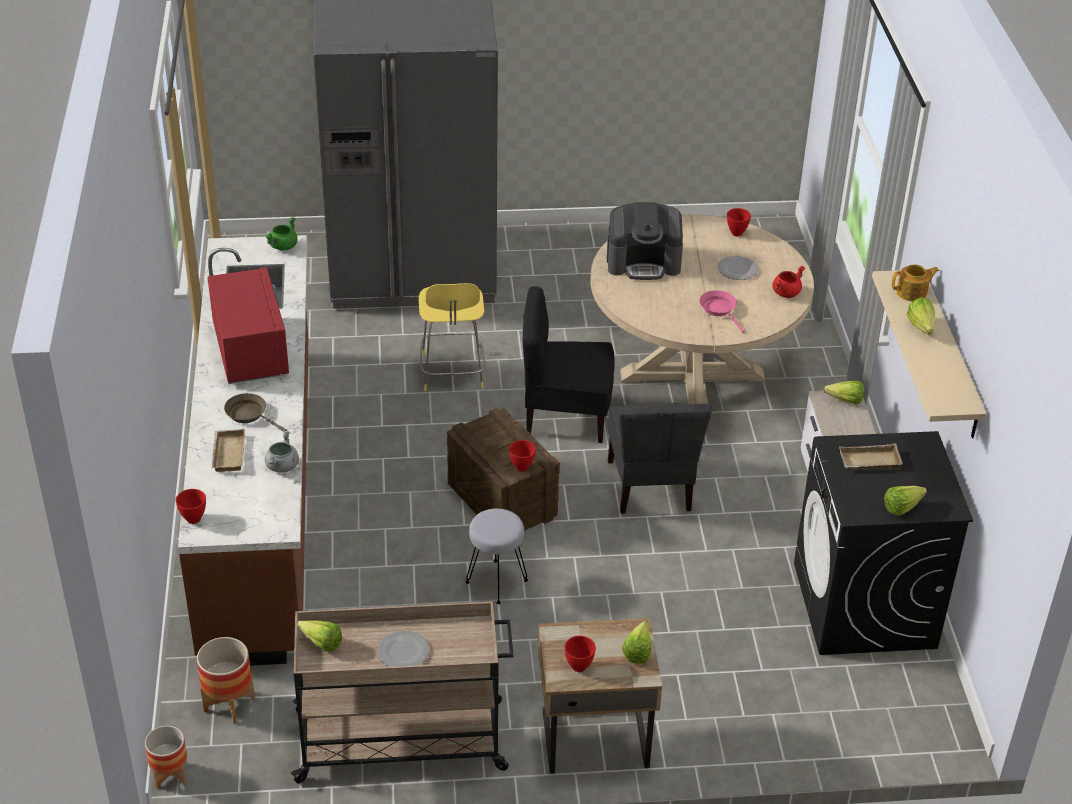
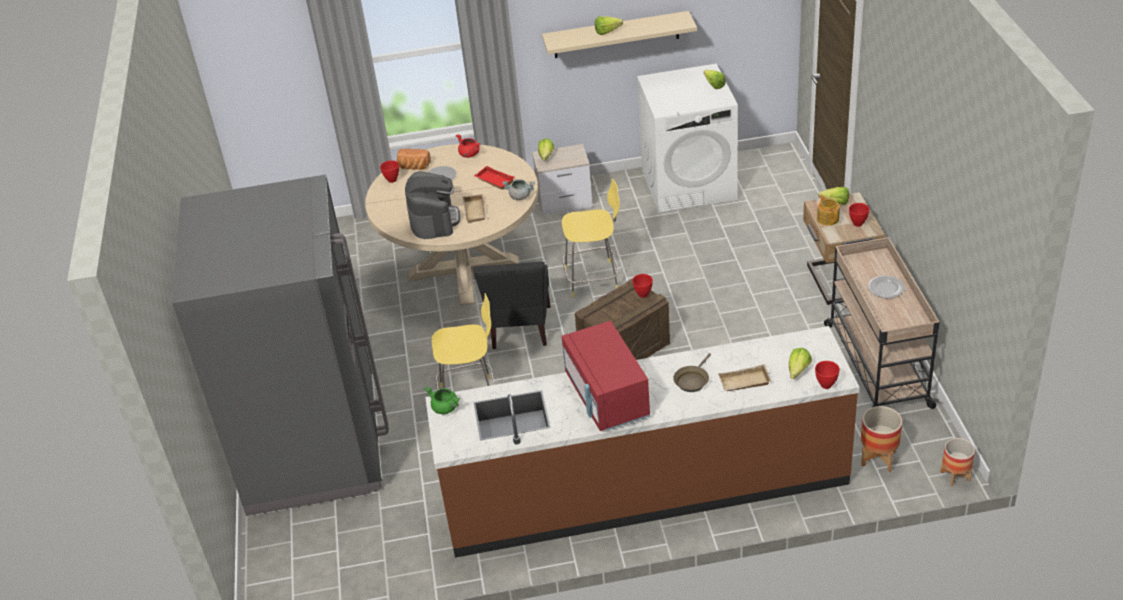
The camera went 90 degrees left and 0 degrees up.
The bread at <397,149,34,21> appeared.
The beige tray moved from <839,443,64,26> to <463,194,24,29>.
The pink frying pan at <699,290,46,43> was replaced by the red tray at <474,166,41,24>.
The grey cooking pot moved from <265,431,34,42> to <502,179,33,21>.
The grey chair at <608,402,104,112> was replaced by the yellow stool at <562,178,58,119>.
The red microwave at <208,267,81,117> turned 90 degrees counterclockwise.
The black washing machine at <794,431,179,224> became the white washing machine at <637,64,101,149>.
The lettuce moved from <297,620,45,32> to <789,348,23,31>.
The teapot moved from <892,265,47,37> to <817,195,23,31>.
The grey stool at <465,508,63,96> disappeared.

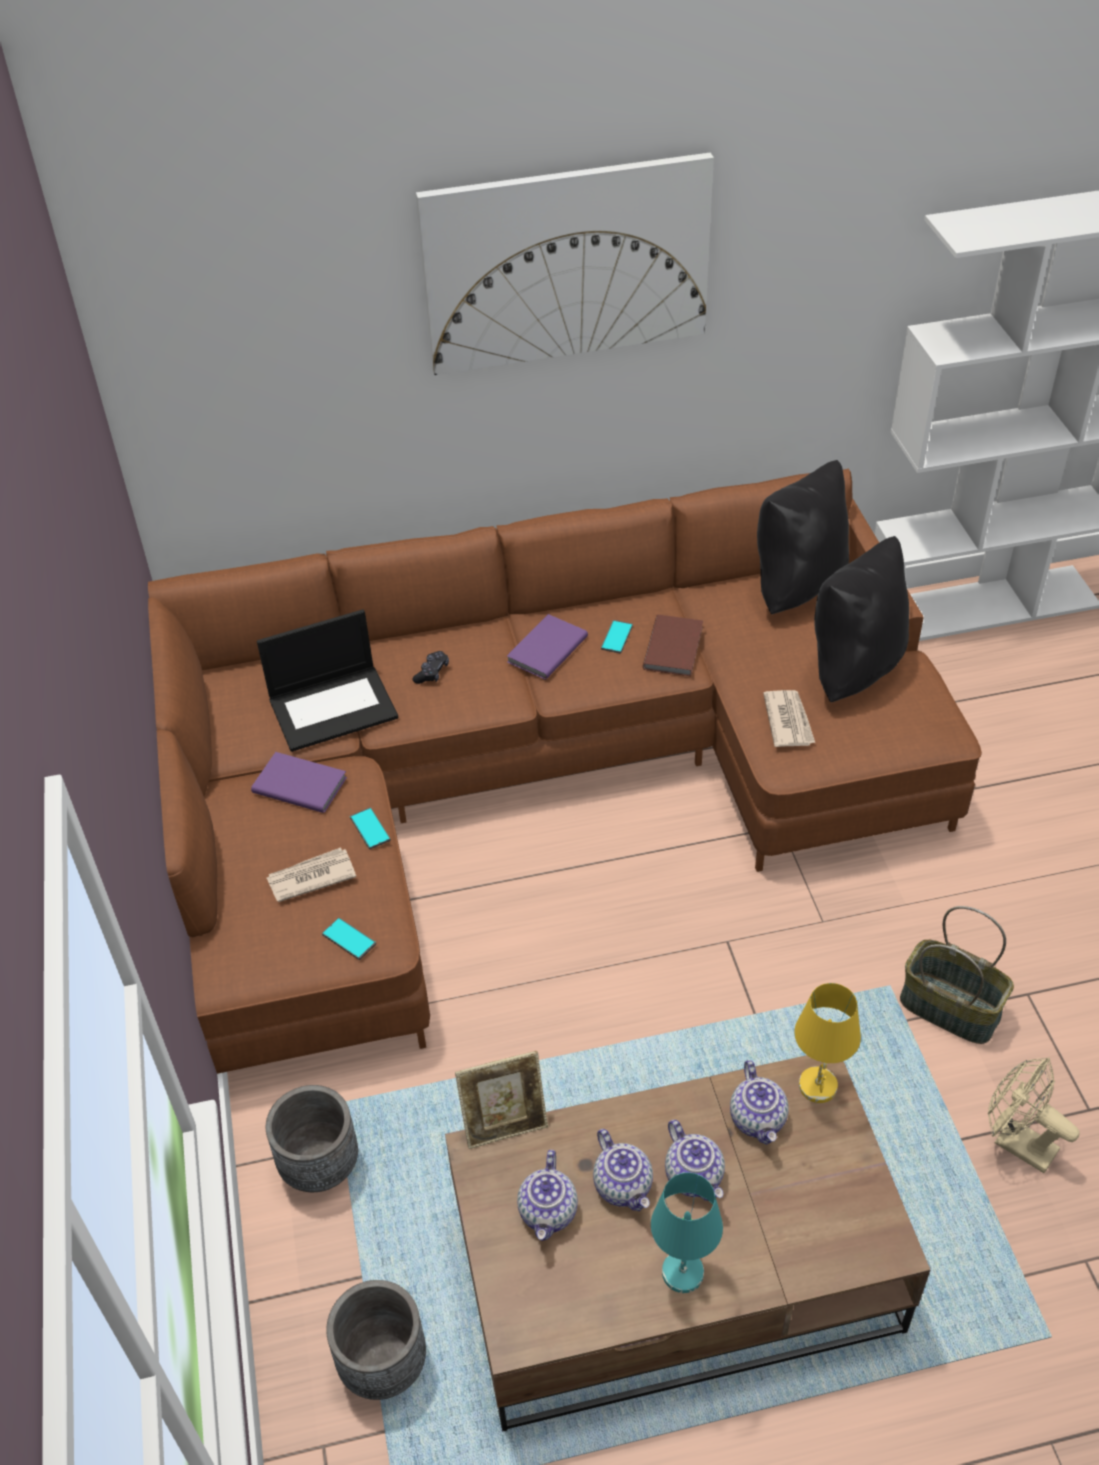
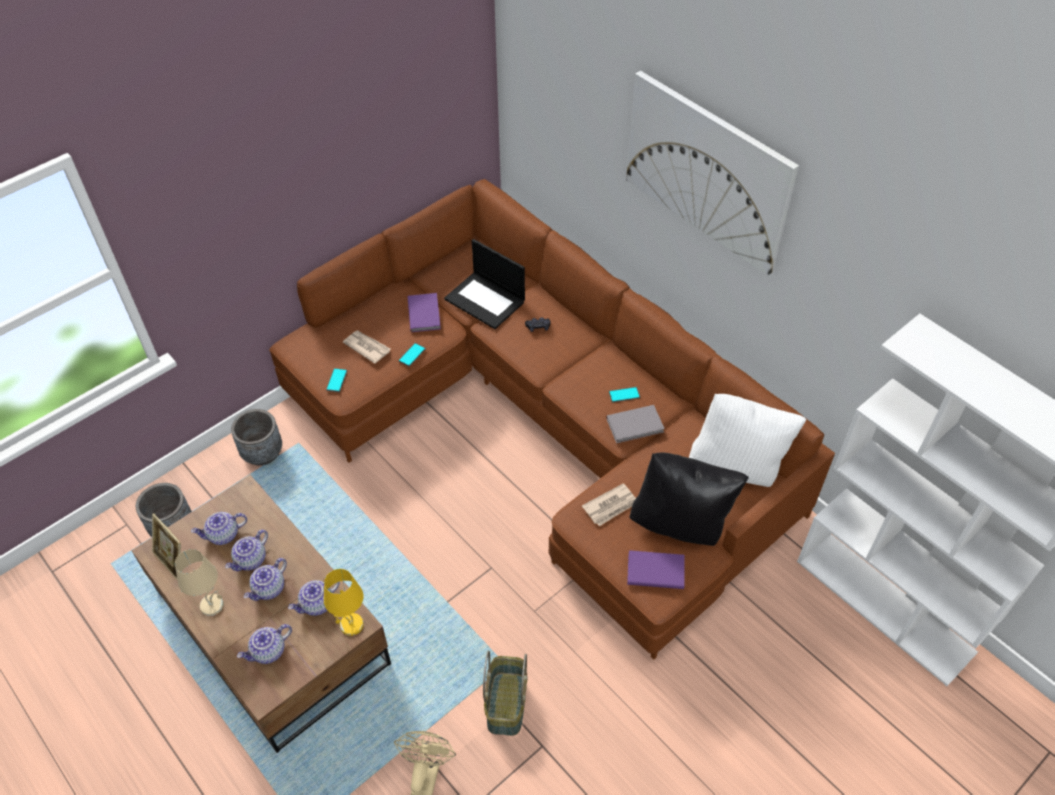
The camera went 60 degrees right and 5 degrees up.
The picture frame moved from <455,1051,93,98> to <152,513,29,66>.
The turquoise table lamp at <651,1172,72,121> became the beige table lamp at <175,549,49,67>.
The teapot at <237,624,55,40> appeared.
The brown book at <643,615,60,61> became the grey book at <606,405,59,38>.
The purple book moved from <507,614,81,66> to <627,550,57,39>.
The black pillow at <757,460,92,154> became the white pillow at <689,394,118,93>.

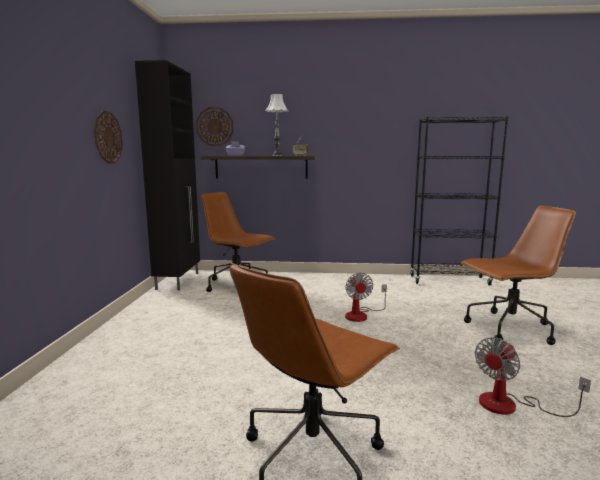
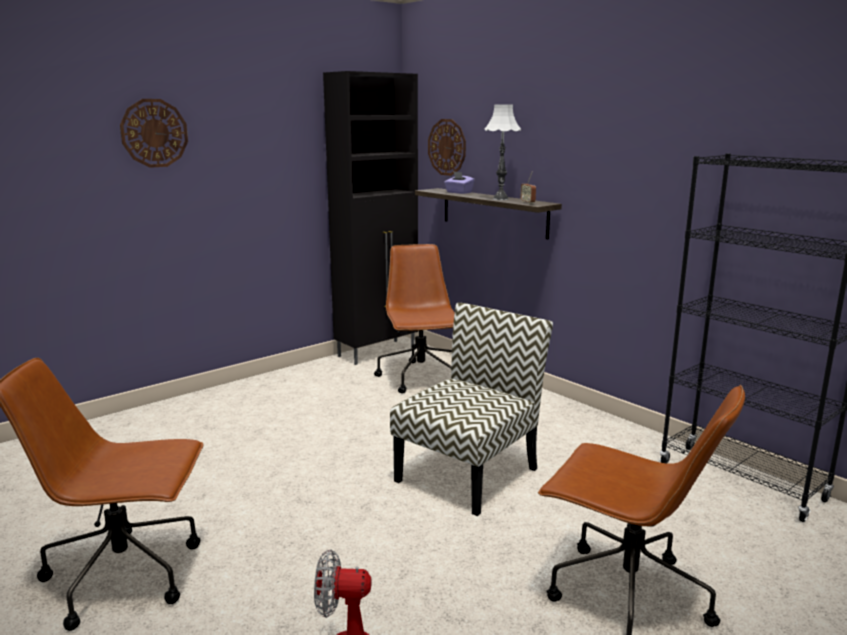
The camera went 45 degrees right and 5 degrees up.
The wall clock moved from <94,111,29,53> to <120,99,68,69>.
The fan at <345,273,42,49> was replaced by the chair at <390,302,163,214>.

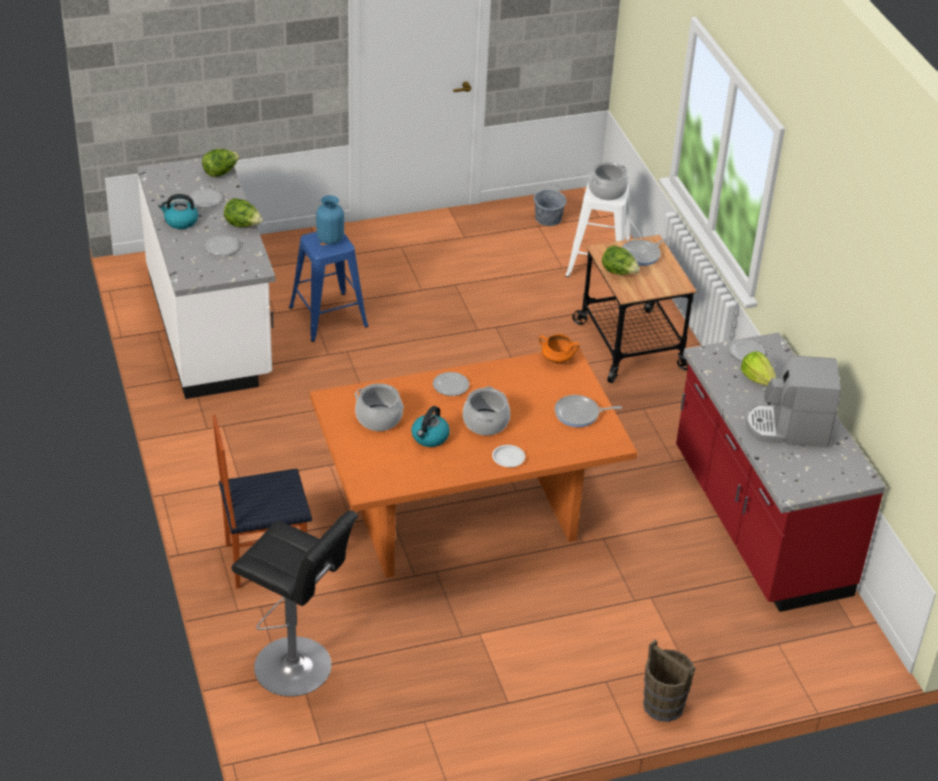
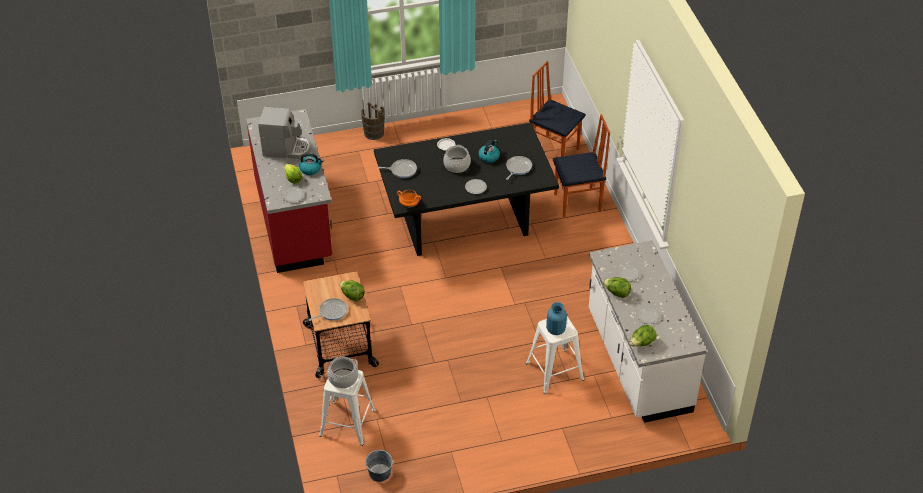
The camera went 175 degrees left and 5 degrees up.
The kettle moved from <158,194,40,35> to <299,153,25,22>.
The orange dining table at <310,348,328,230> became the black dining table at <374,122,185,134>.
The cooking pot at <355,383,49,48> was replaced by the frying pan at <506,156,26,24>.
The blue stool at <289,231,79,111> became the white stool at <526,316,58,78>.
The black stool at <231,510,127,187> was replaced by the chair at <529,61,57,96>.

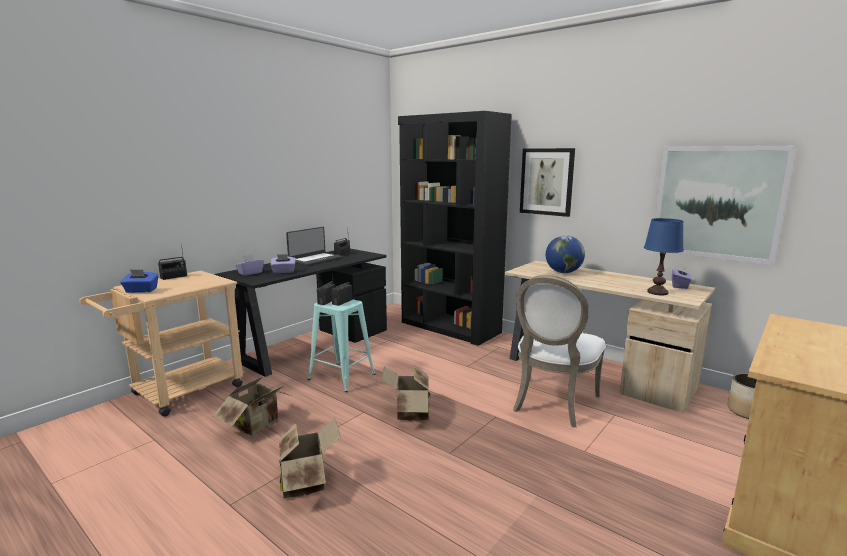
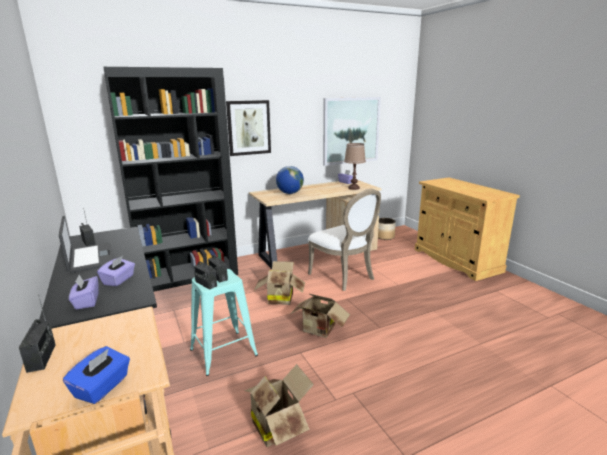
The camera went 65 degrees left and 5 degrees up.
The cardboard box moved from <279,418,62,80> to <254,261,51,44>.
The blue table lamp at <644,218,40,77> became the brown table lamp at <344,143,22,47>.

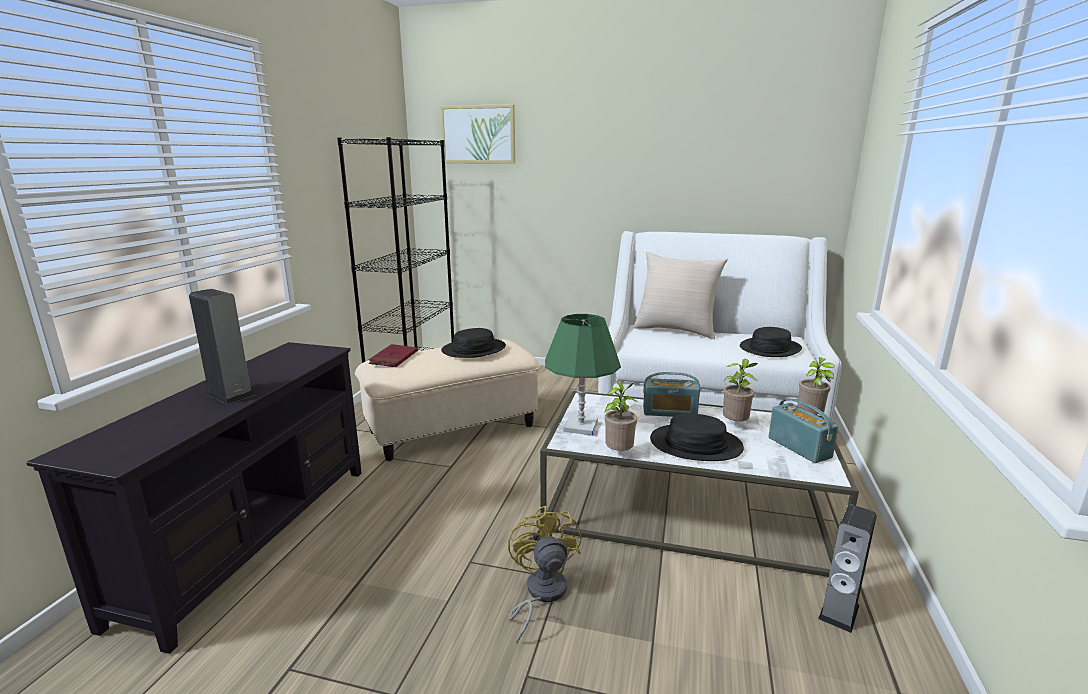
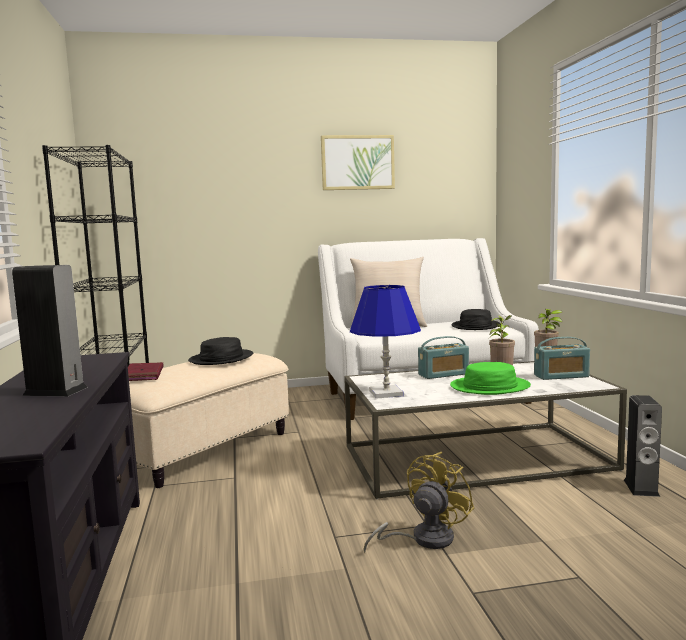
The camera went 25 degrees left and 10 degrees down.
The picture moved from <440,104,75,60> to <321,135,74,55>.
The green table lamp at <545,314,76,121> became the blue table lamp at <350,285,71,114>.
The yellow fan at <508,505,74,138> turned 75 degrees clockwise.
The black hat at <650,414,94,47> became the green hat at <450,362,81,33>.
The radio at <769,399,69,64> turned 135 degrees clockwise.
The potted plant at <604,380,34,71> disappeared.

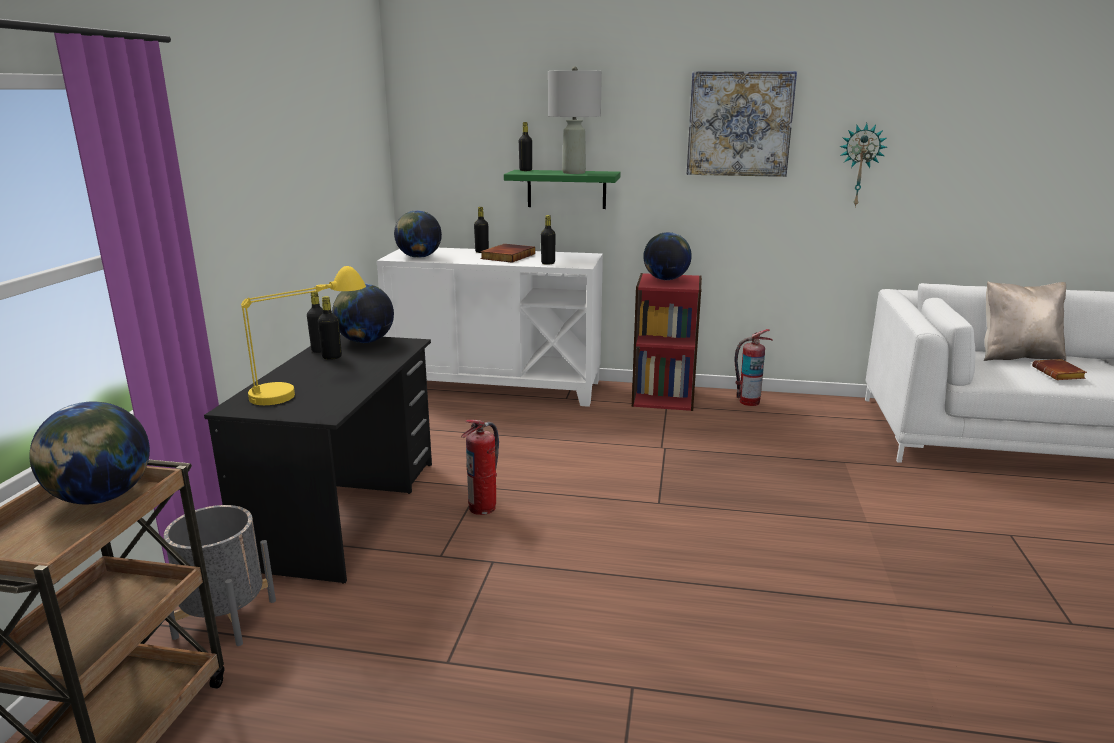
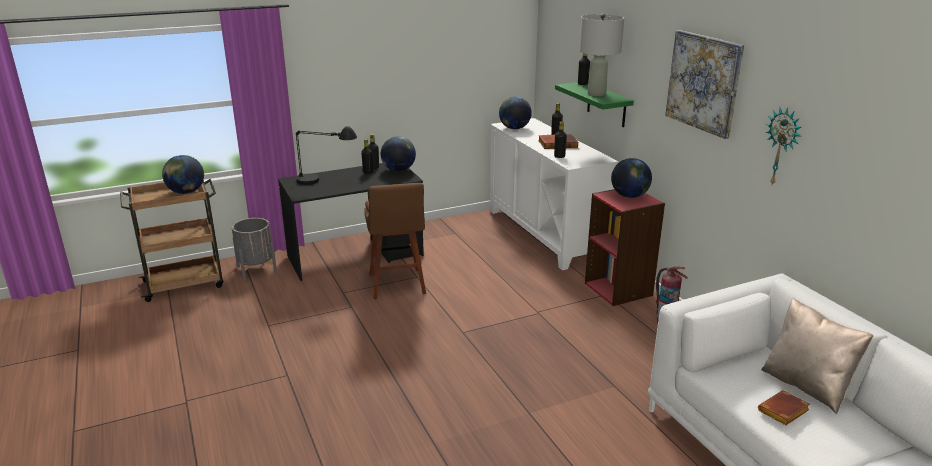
The camera went 55 degrees right and 5 degrees up.
The yellow table lamp at <241,266,125,139> became the black table lamp at <295,126,62,59>.
The fire extinguisher at <461,420,38,95> was replaced by the brown stool at <364,183,62,116>.

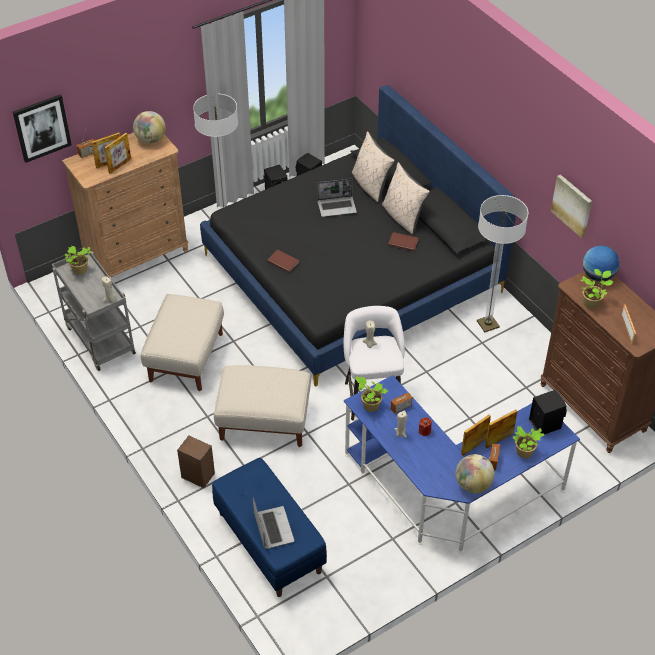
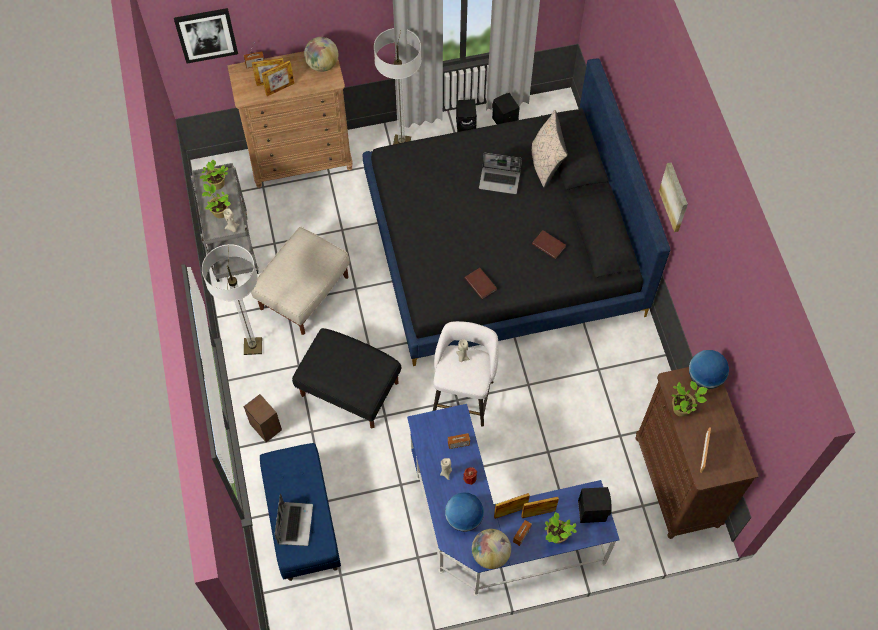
The camera went 20 degrees right and 15 degrees up.
The potted plant moved from <355,376,33,36> to <202,184,29,34>.
The floor lamp moved from <477,195,51,137> to <202,244,60,111>.
The beige ottoman at <214,365,97,82> became the black ottoman at <292,328,109,100>.
The globe at <445,492,39,40> appeared.
The brown book moved from <267,250,32,23> to <465,268,32,31>.
The picture moved from <551,174,41,64> to <659,162,29,70>.
The beige pillow at <382,162,48,73> disappeared.

